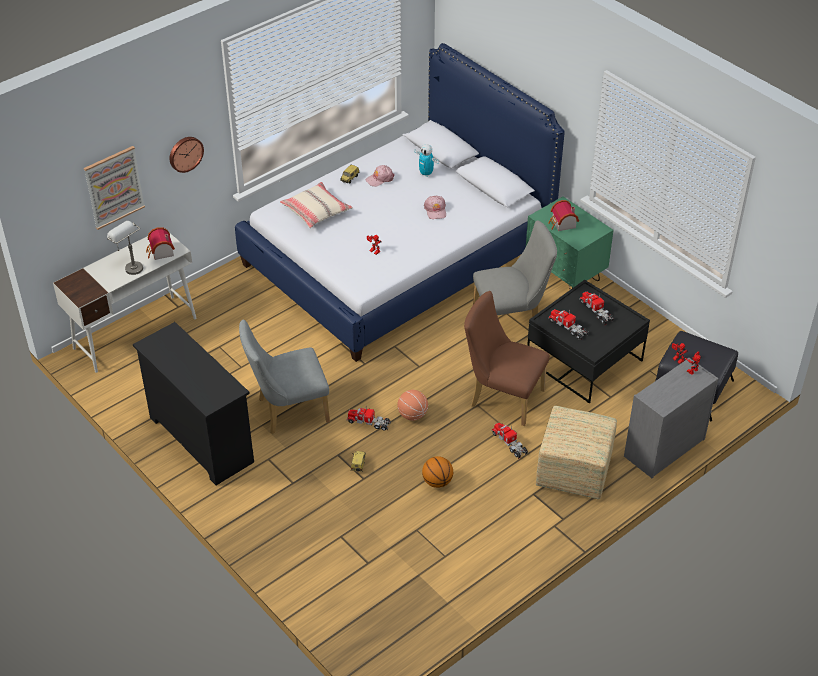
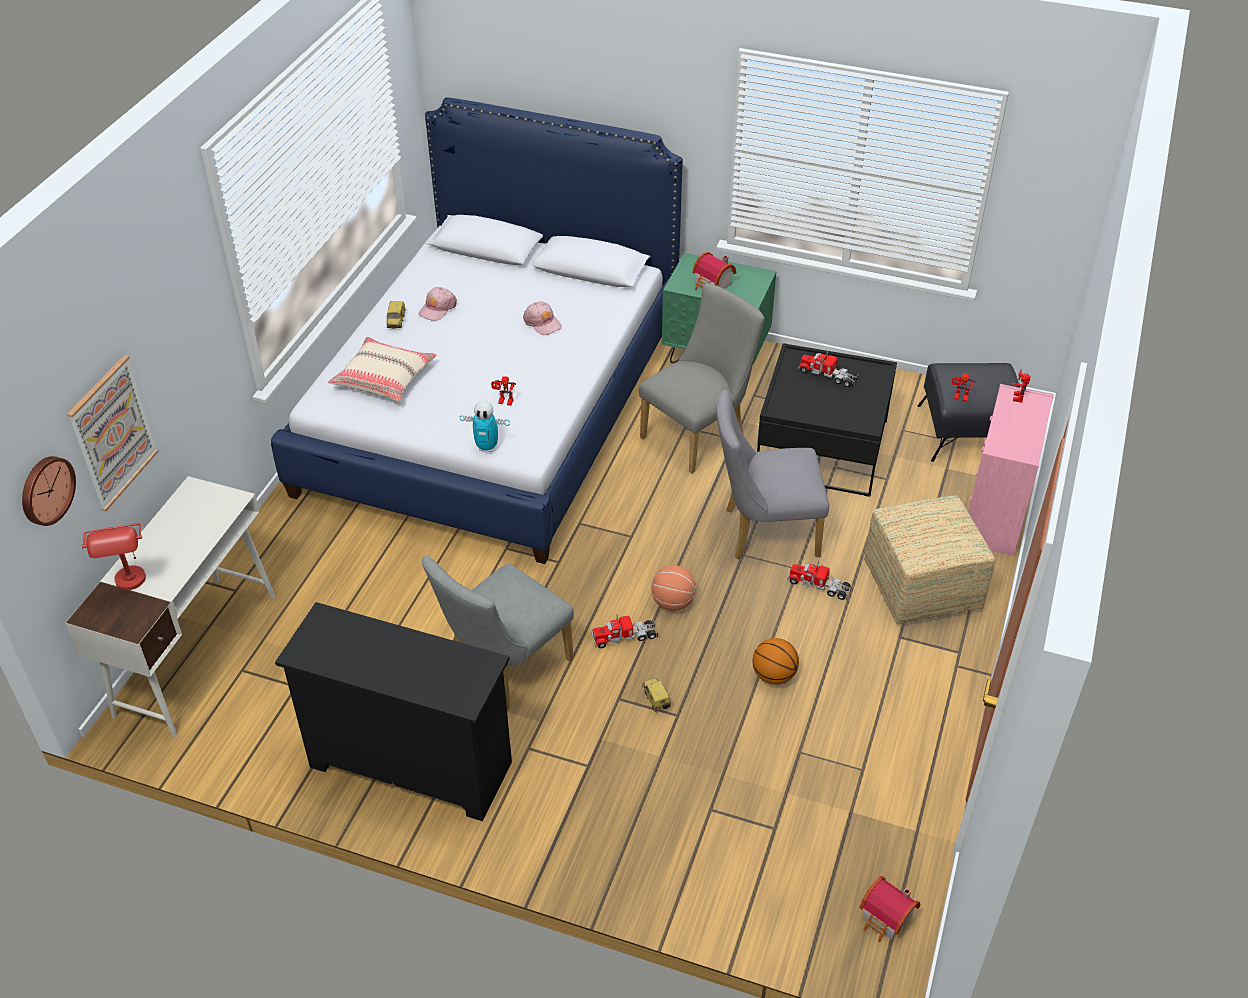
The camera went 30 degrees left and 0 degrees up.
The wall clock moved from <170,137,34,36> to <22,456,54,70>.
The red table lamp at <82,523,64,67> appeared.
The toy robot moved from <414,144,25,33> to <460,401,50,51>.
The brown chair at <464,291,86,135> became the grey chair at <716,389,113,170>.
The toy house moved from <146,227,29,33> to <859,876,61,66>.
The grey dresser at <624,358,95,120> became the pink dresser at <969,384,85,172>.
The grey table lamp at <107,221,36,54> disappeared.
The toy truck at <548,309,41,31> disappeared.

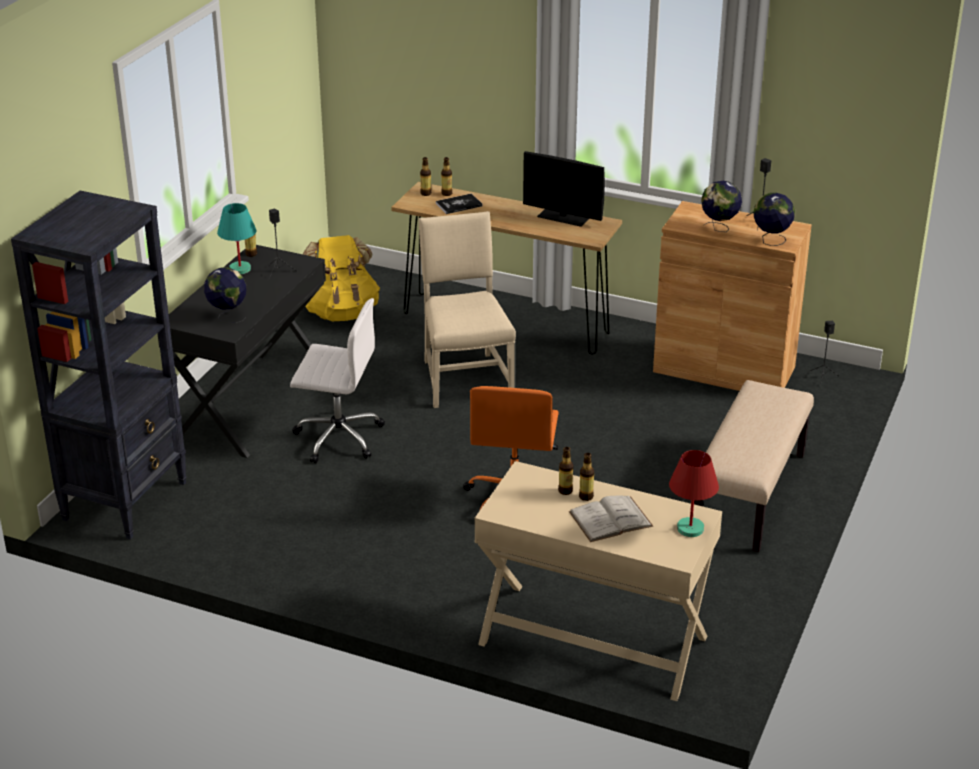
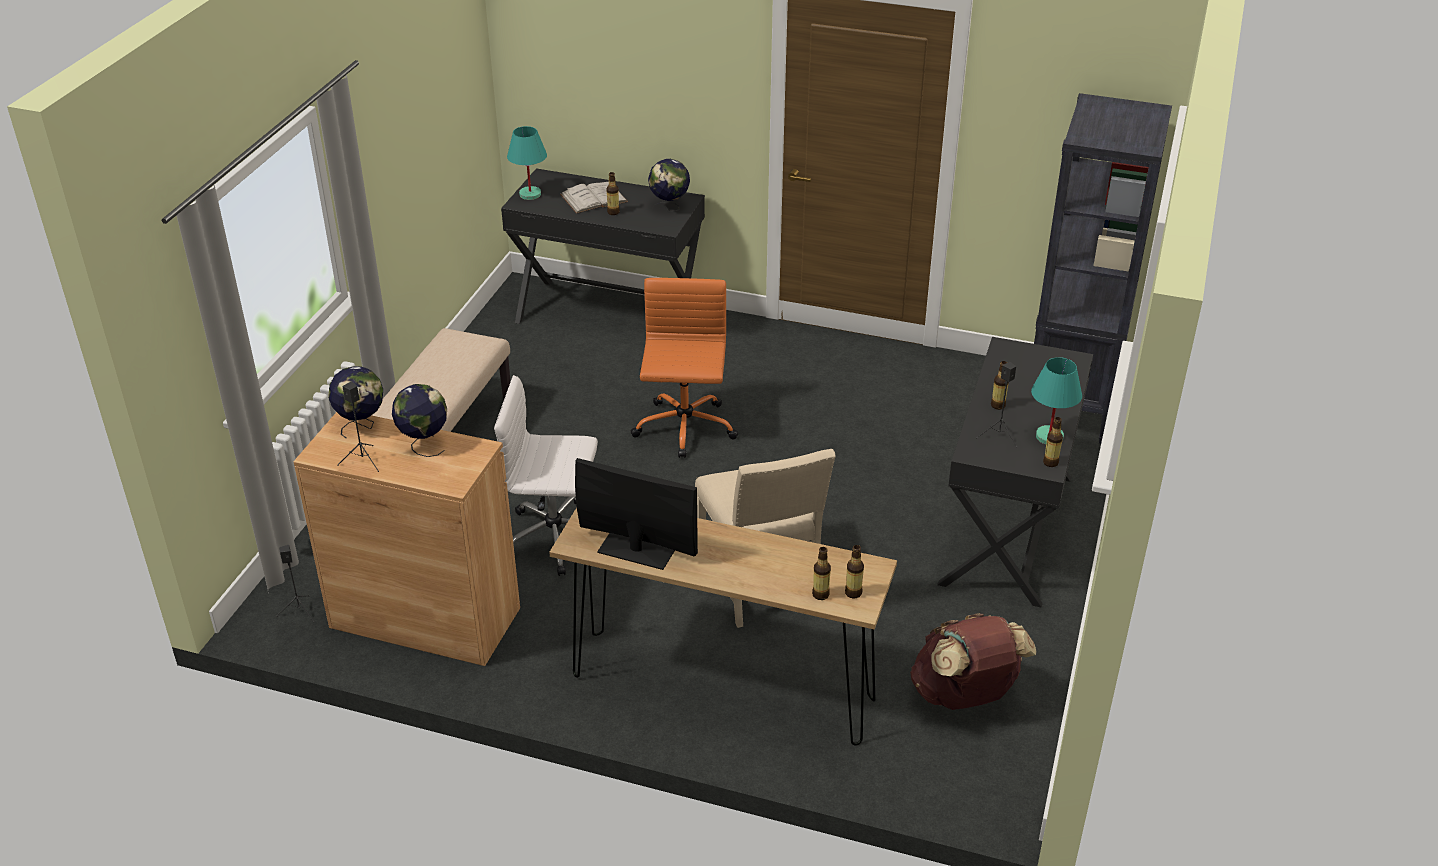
The camera went 175 degrees right and 5 degrees up.
The white office chair moved from <290,298,95,165> to <494,375,104,201>.
The beige desk at <474,461,248,240> became the black desk at <501,169,204,155>.
The red table lamp at <669,450,50,87> became the turquoise table lamp at <507,126,40,74>.
The globe moved from <204,268,42,55> to <648,159,42,52>.
The yellow backpack at <303,235,77,86> became the brown backpack at <910,613,127,97>.
The bottle moved from <558,447,15,48> to <991,361,18,49>.
The book at <436,194,47,20> disappeared.

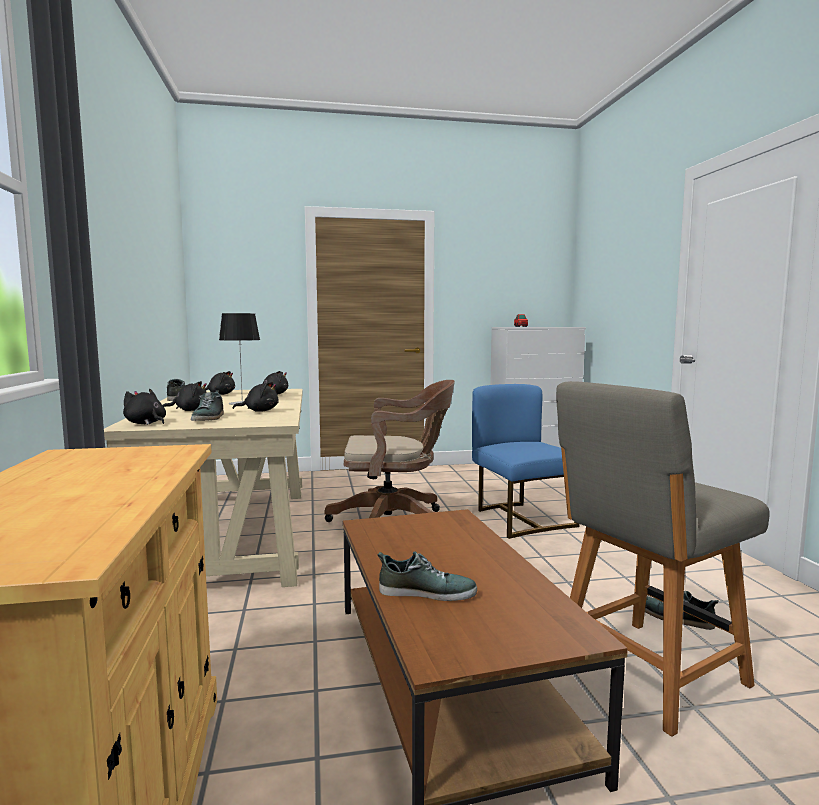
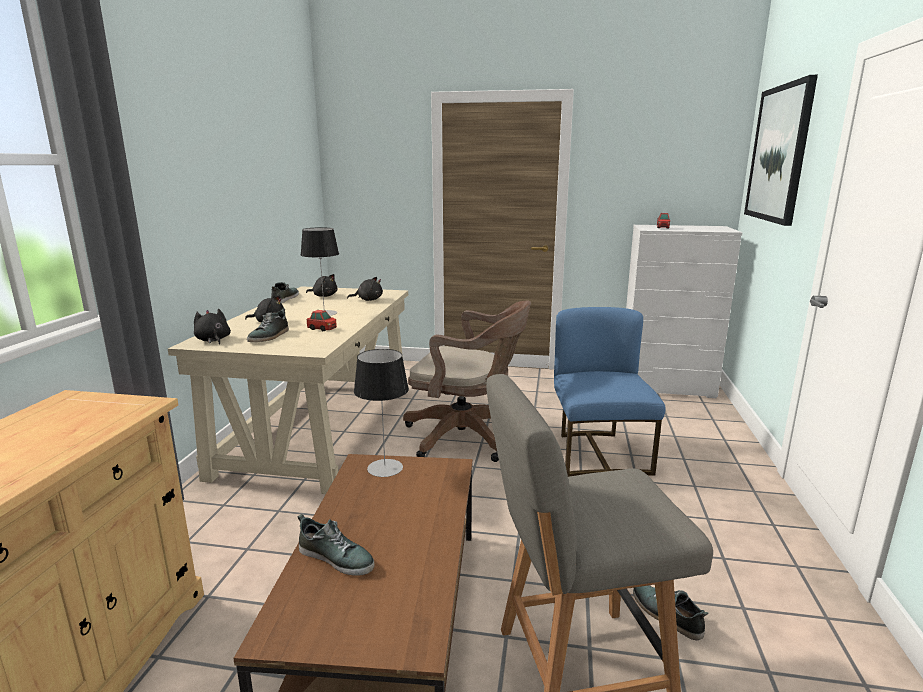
The camera went 20 degrees right and 10 degrees up.
The black plush toy at <233,382,46,30> was replaced by the toy car at <307,310,30,21>.
The table lamp at <354,349,55,128> appeared.
The picture at <744,75,74,151> appeared.

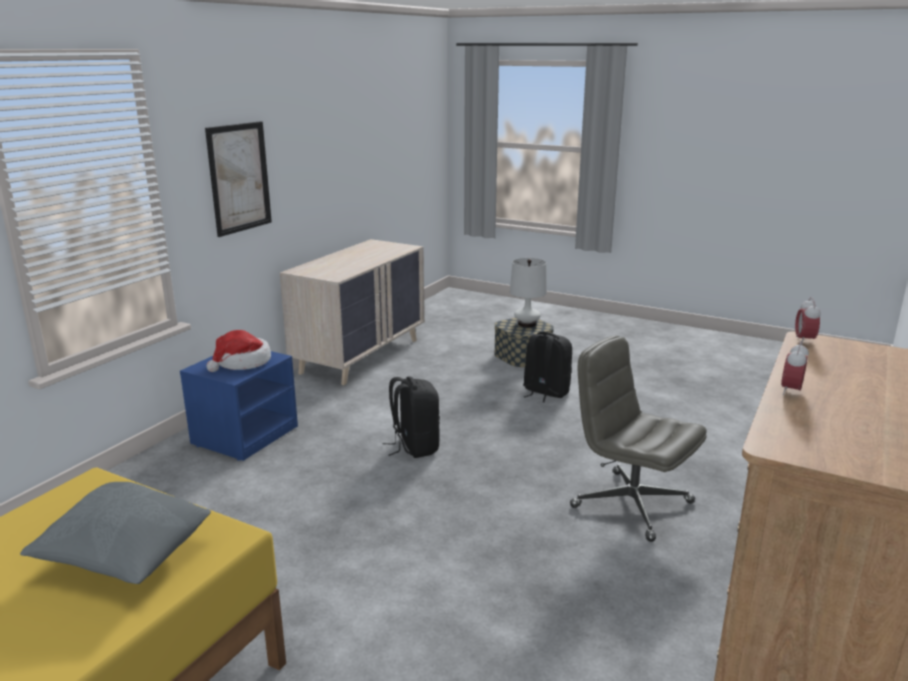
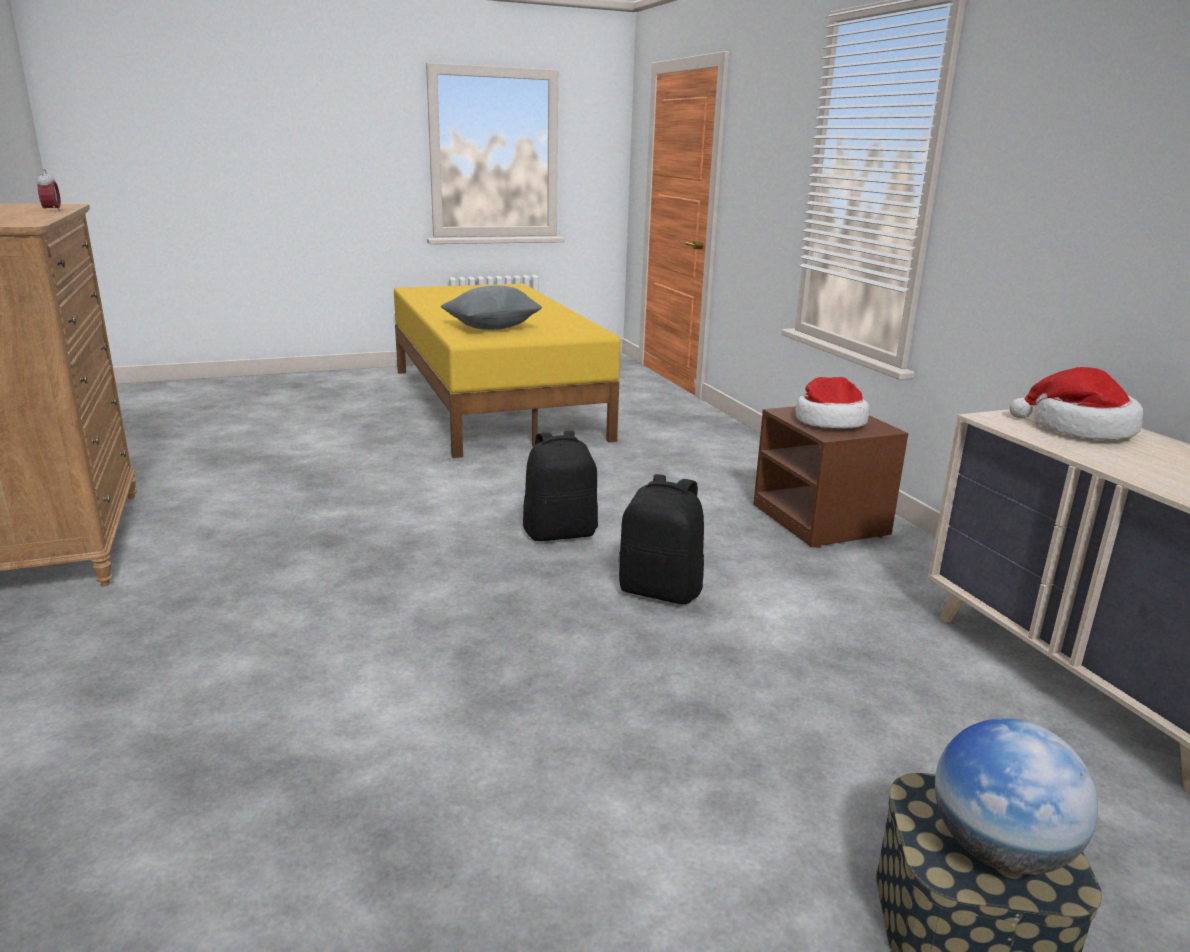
The camera went 130 degrees right and 0 degrees up.
The black backpack moved from <523,332,49,71> to <523,431,75,110>.
The blue nightstand at <180,351,118,110> became the brown nightstand at <753,406,156,142>.
The white table lamp at <510,258,37,69> was replaced by the globe at <935,718,163,157>.
The hat at <1010,367,133,73> appeared.
The picture at <205,121,67,116> disappeared.
The grey office chair at <570,336,137,206> disappeared.
The alarm clock at <795,297,26,46> disappeared.

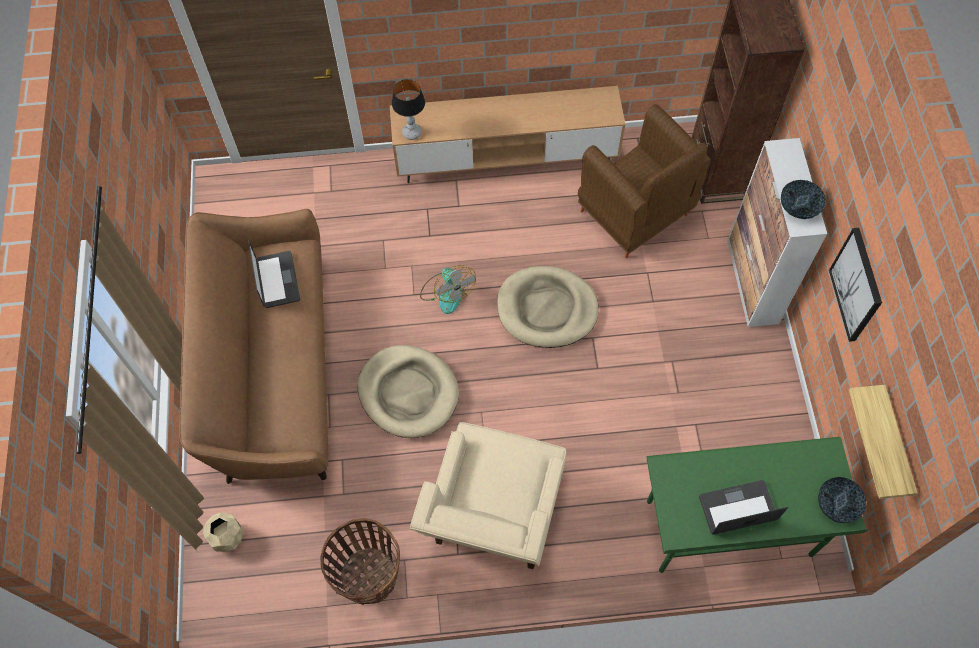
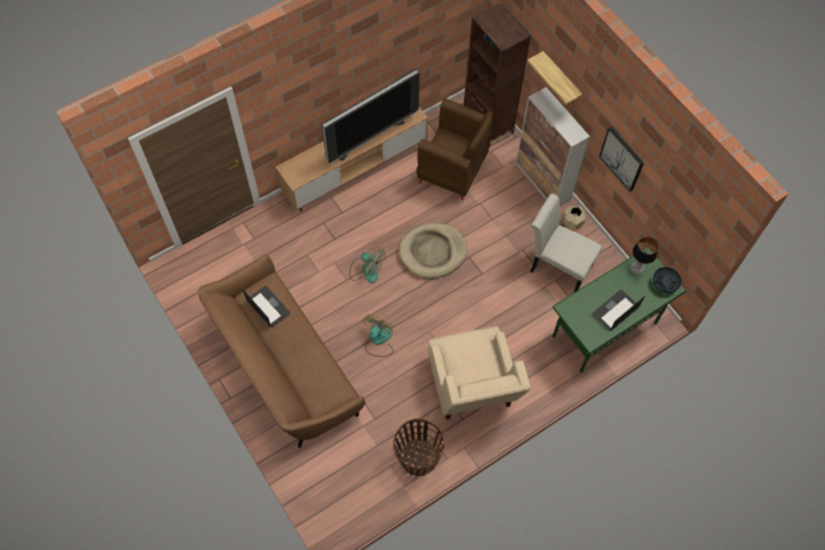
The camera went 30 degrees left and 0 degrees up.
The television at <322,69,98,95> appeared.
The beige dog bed at <357,345,102,93> was replaced by the fan at <364,315,29,42>.
The shelf moved from <849,385,68,114> to <527,51,55,54>.
The white chair at <530,193,72,99> appeared.
The beige planter moved from <203,512,41,40> to <563,206,23,23>.
The table lamp moved from <392,79,33,61> to <630,237,28,38>.
The bowl at <781,180,45,39> disappeared.

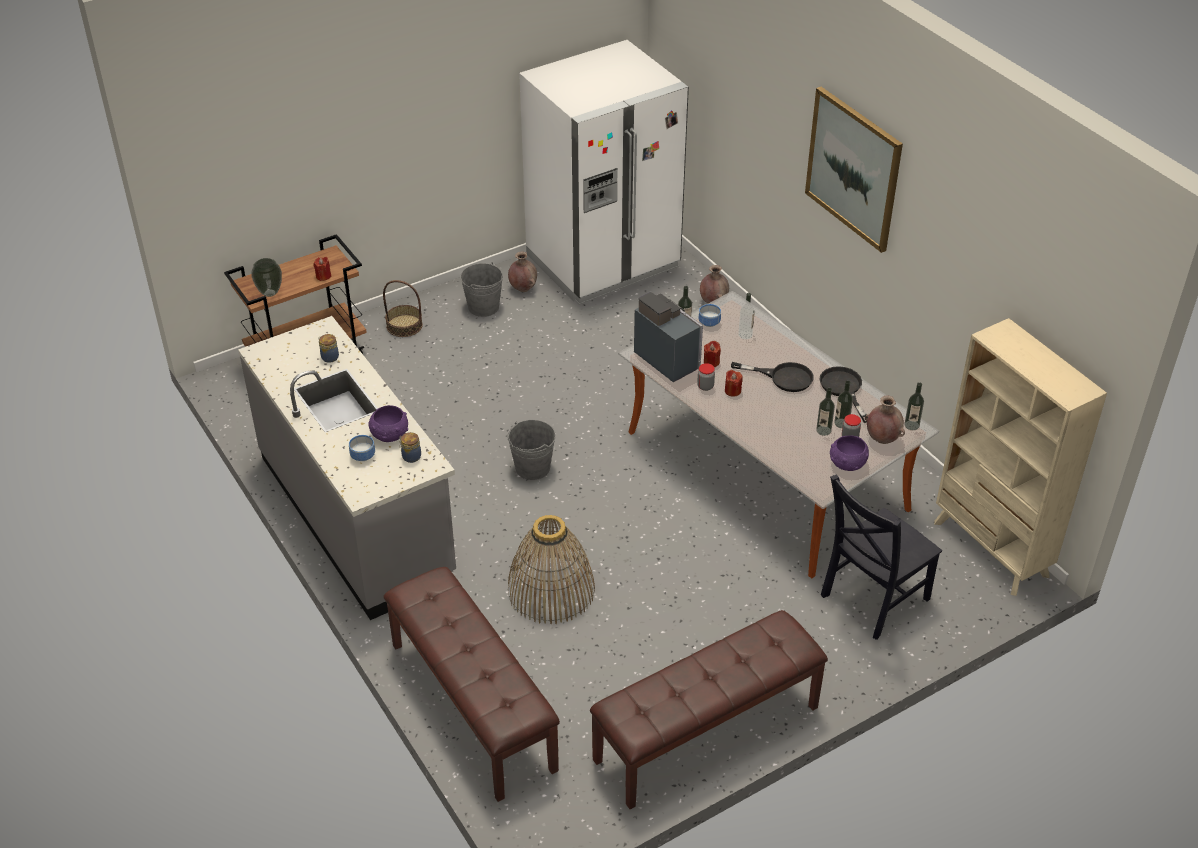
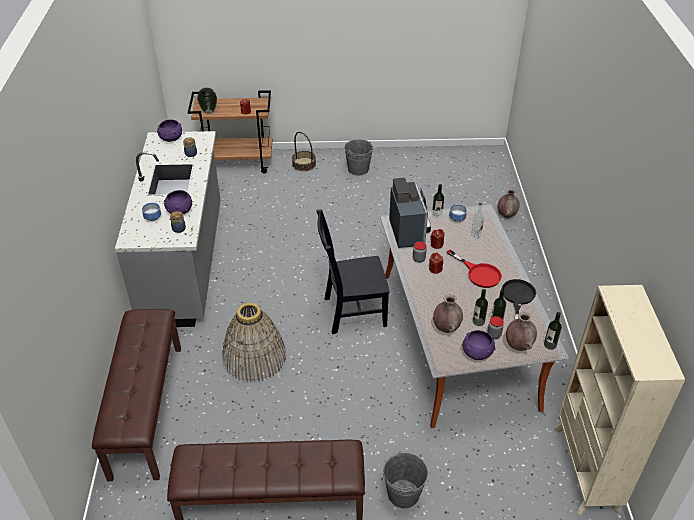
The camera went 30 degrees right and 0 degrees up.
The purple bowl at <157,119,25,23> appeared.
The black chair moved from <821,475,121,165> to <316,209,74,125>.
The grey bucket moved from <508,420,48,60> to <383,451,45,57>.
The brown vase moved from <508,251,29,41> to <433,294,30,39>.
The black frying pan at <731,362,83,30> became the red frying pan at <447,250,55,38>.
The white fridge at <519,40,170,265> disappeared.
The picture at <805,87,98,166> disappeared.

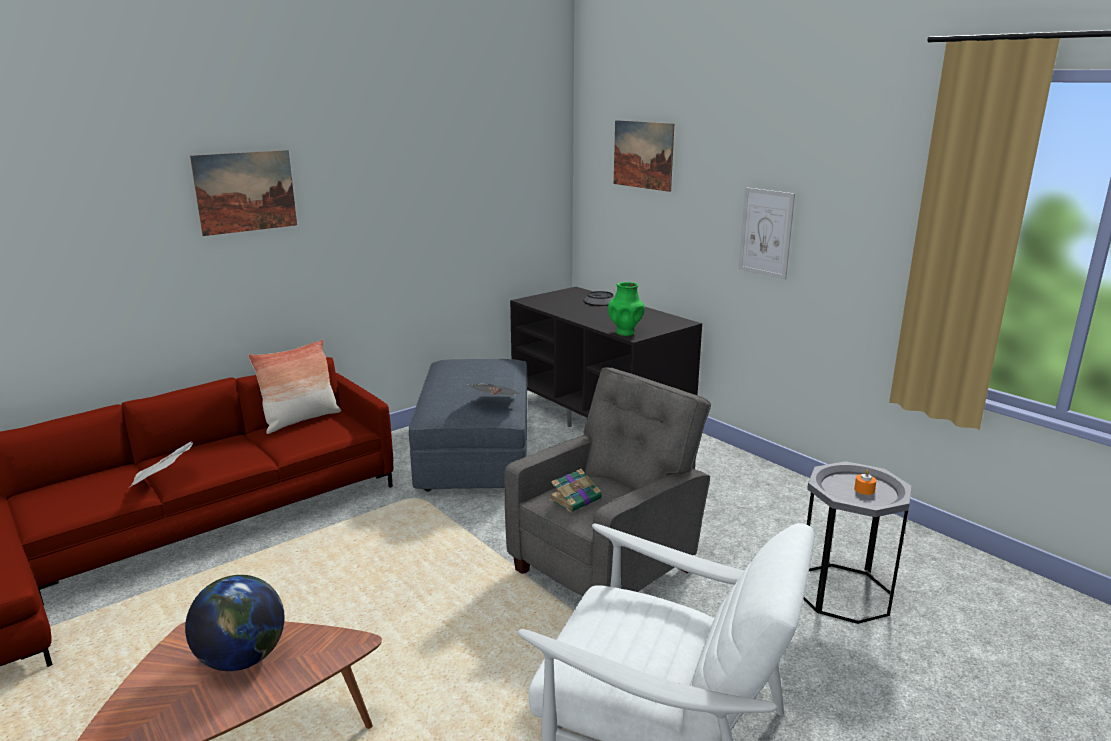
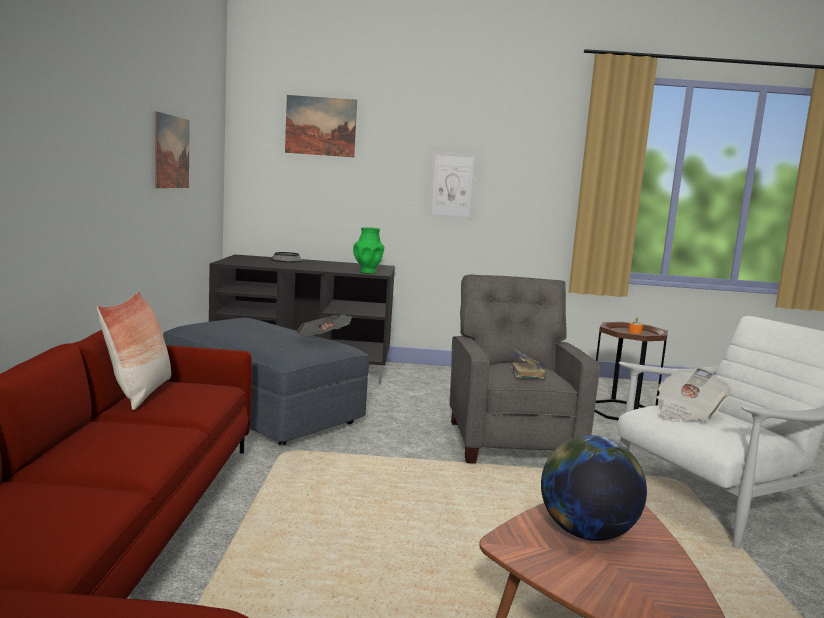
The camera went 50 degrees left and 10 degrees down.
The picture moved from <190,150,107,86> to <155,111,35,77>.
The grey side table at <803,461,109,163> became the brown side table at <595,322,73,98>.
The newspaper moved from <130,442,63,45> to <657,368,74,53>.

